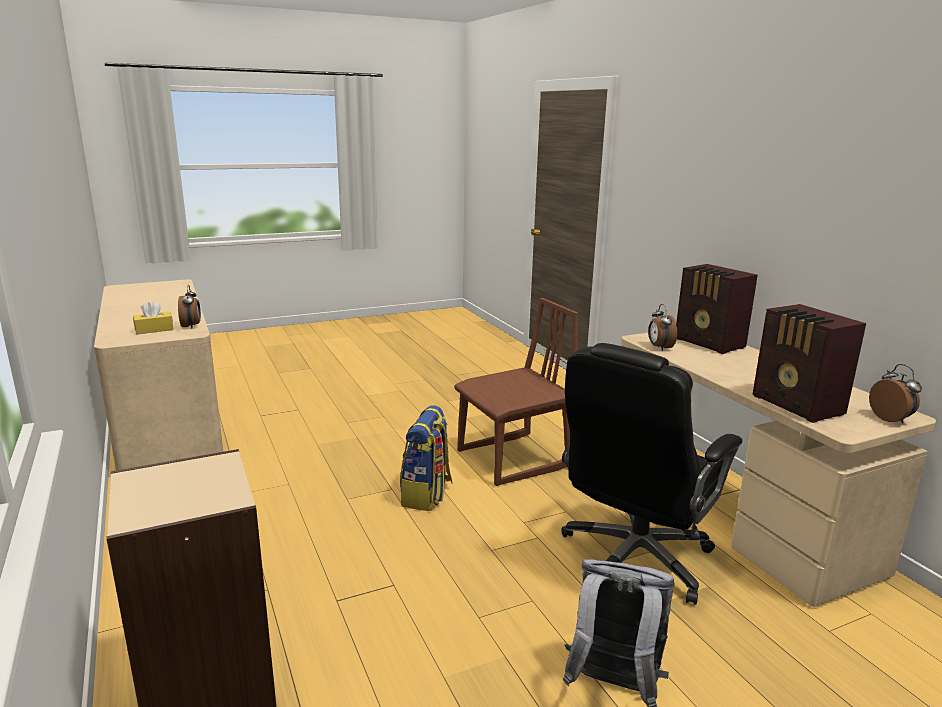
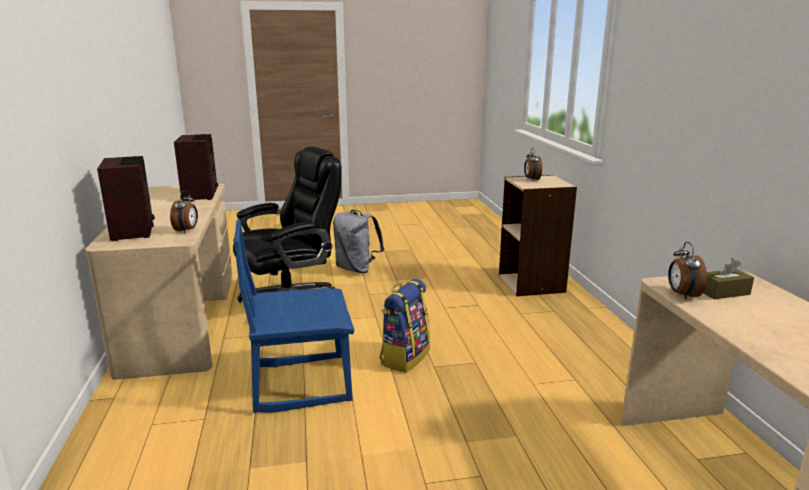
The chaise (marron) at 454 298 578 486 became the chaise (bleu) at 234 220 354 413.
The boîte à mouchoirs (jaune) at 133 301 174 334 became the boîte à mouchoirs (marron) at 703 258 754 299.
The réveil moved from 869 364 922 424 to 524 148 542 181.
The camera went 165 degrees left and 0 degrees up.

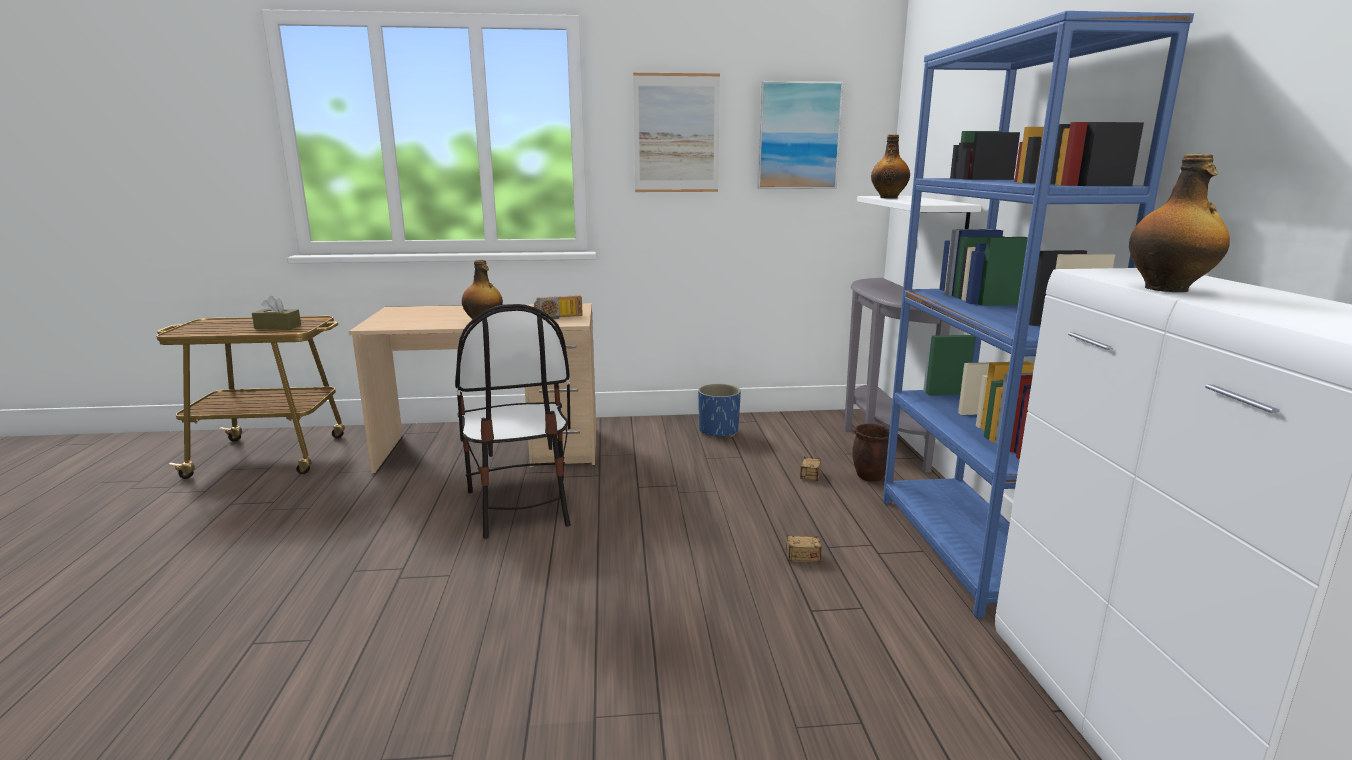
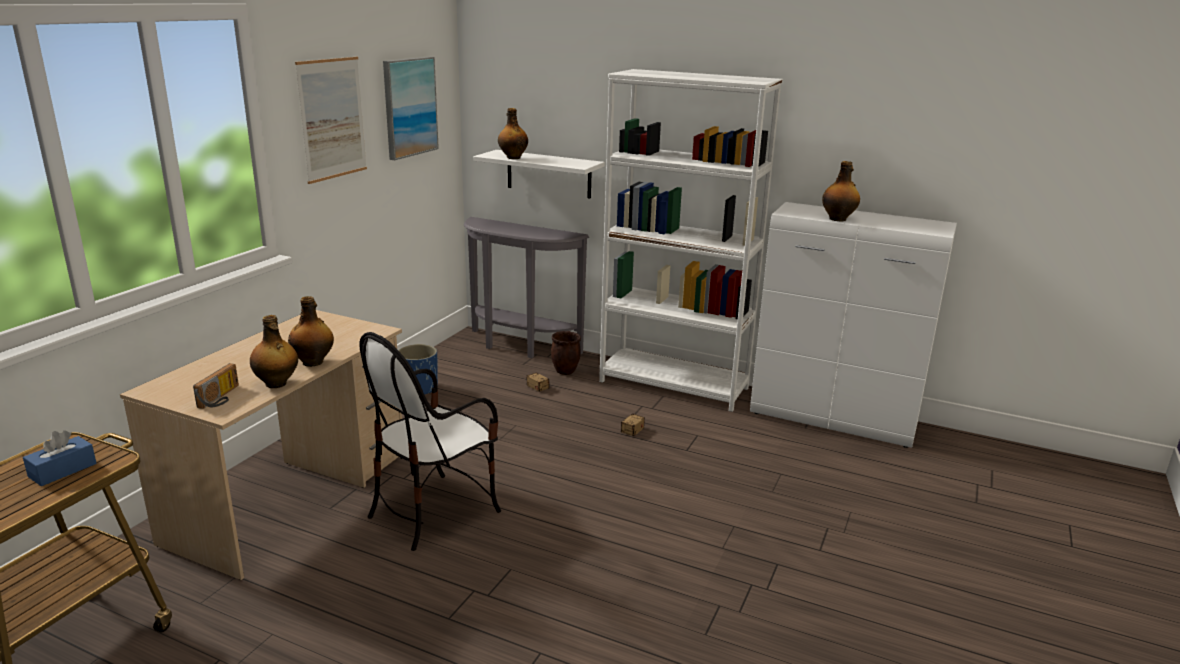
The bibliothèque (bleu) at 883 11 1194 618 became the bibliothèque (blanc) at 599 69 783 412.
The radio moved from 534 295 583 319 to 193 363 239 409.
The boîte à mouchoirs (marron) at 252 296 301 330 became the boîte à mouchoirs (bleu) at 23 430 97 486.
The chaise at 455 304 571 539 turned 120 degrees clockwise.
The bouteille at 250 315 298 388 appeared.
The camera went 60 degrees left and 5 degrees up.

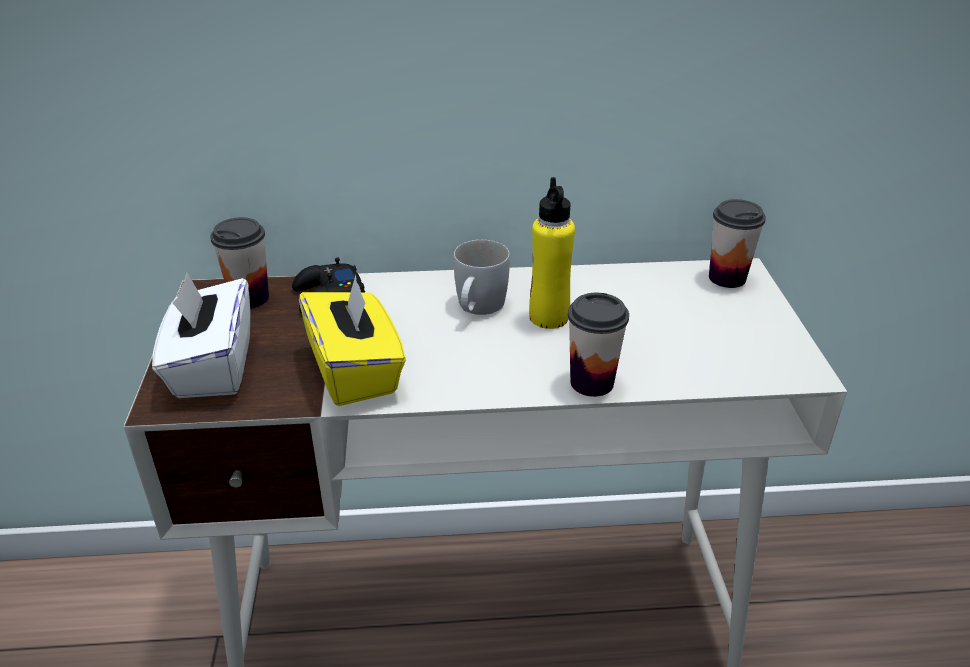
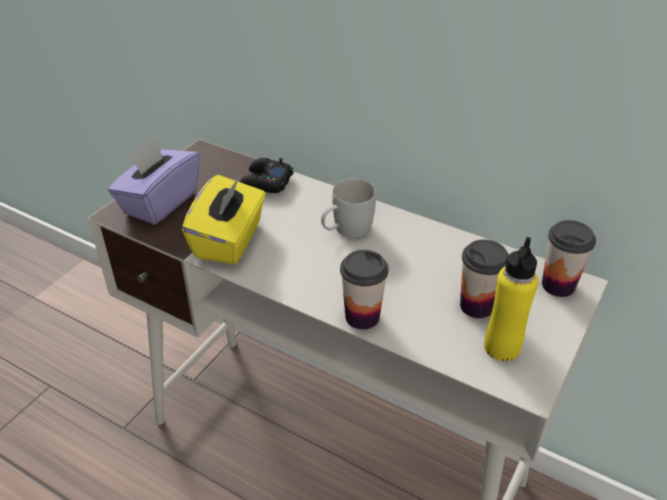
The bouteille (jaune) moved from 529 177 575 329 to 484 237 538 361.
The tasse moved from 210 217 269 309 to 460 239 509 318.
The boîte à mouchoirs (blanc) at 152 273 250 398 became the boîte à mouchoirs (violet) at 108 137 200 225.
The camera went 35 degrees right and 5 degrees up.

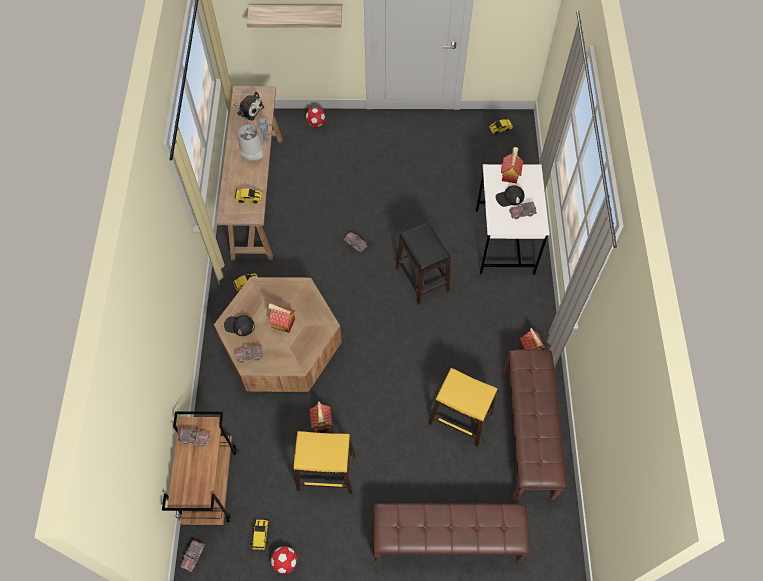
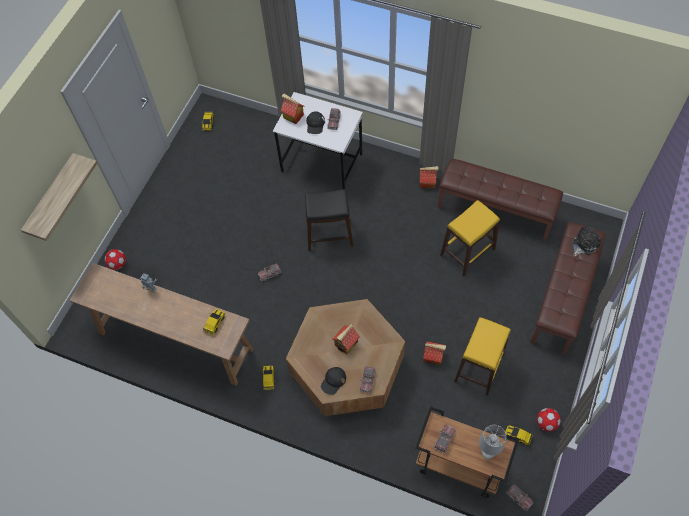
The peluche moved from 233 92 264 120 to 573 226 601 256.
The lampe de table (gris) moved from 238 125 264 161 to 479 425 506 459.
The camera went 65 degrees left and 0 degrees up.

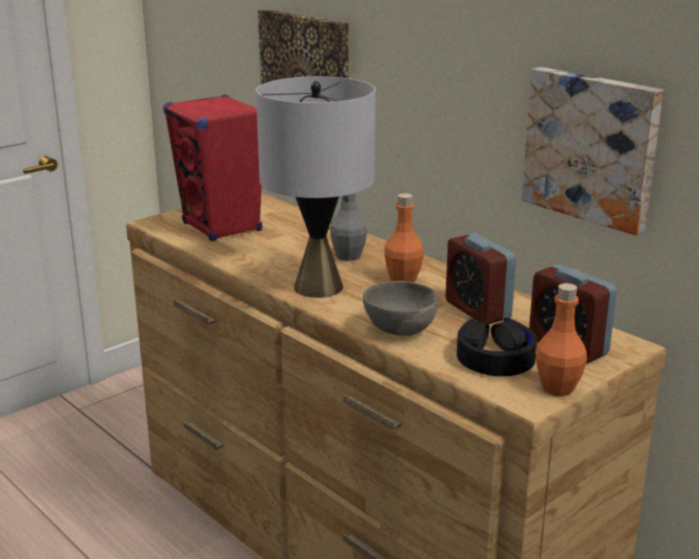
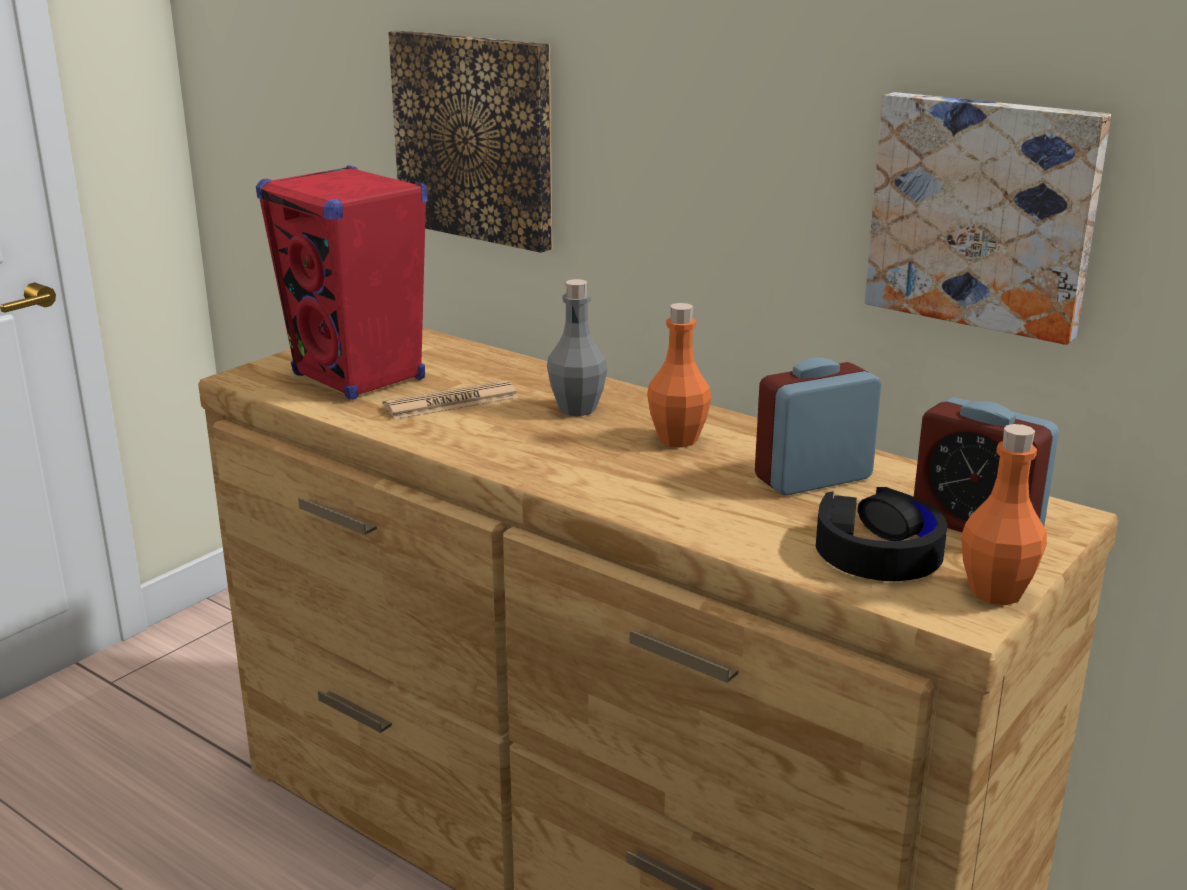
The lampe de table (gris) at 256 76 376 298 disappeared.
The réveil at 446 233 516 324 turned 105 degrees clockwise.
The bol (gris) at 363 281 439 336 disappeared.
The journal at 383 380 519 420 appeared.
The camera went 10 degrees left and 0 degrees up.

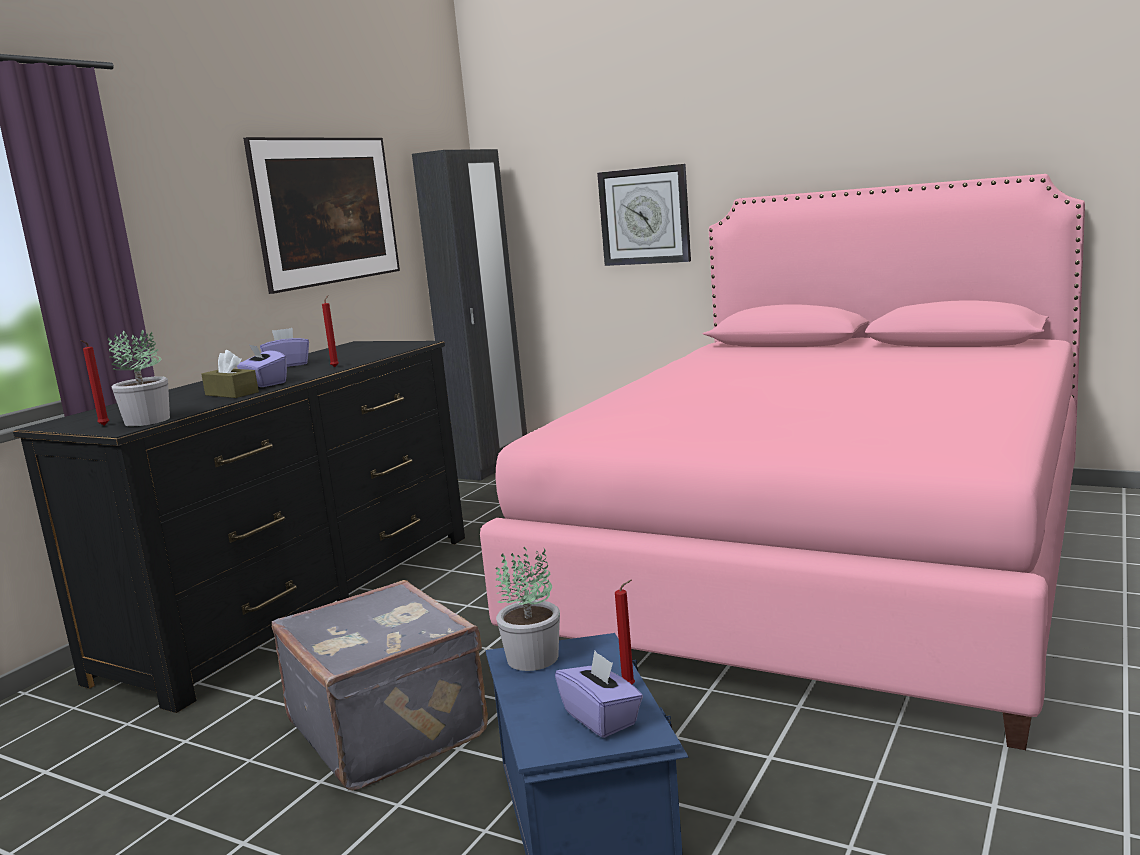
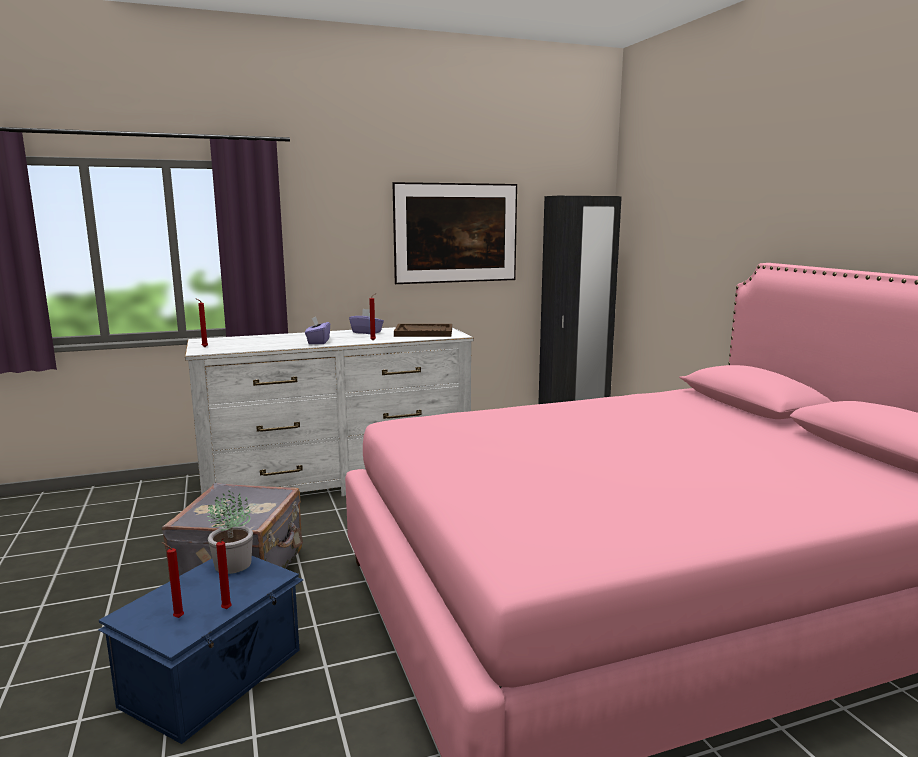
The horloge murale at 597 164 691 266 disappeared.
The plante en pot at 108 330 170 426 disappeared.
The commode (noir) at 13 341 465 713 became the commode (blanc) at 185 327 474 496.
The boîte à mouchoirs (marron) at 201 350 259 398 disappeared.
The boîte à mouchoirs (violet) at 555 651 643 738 was replaced by the bougie (rouge) at 162 542 184 618.
The plateau (marron) at 394 324 452 337 appeared.
The camera went 40 degrees right and 0 degrees up.

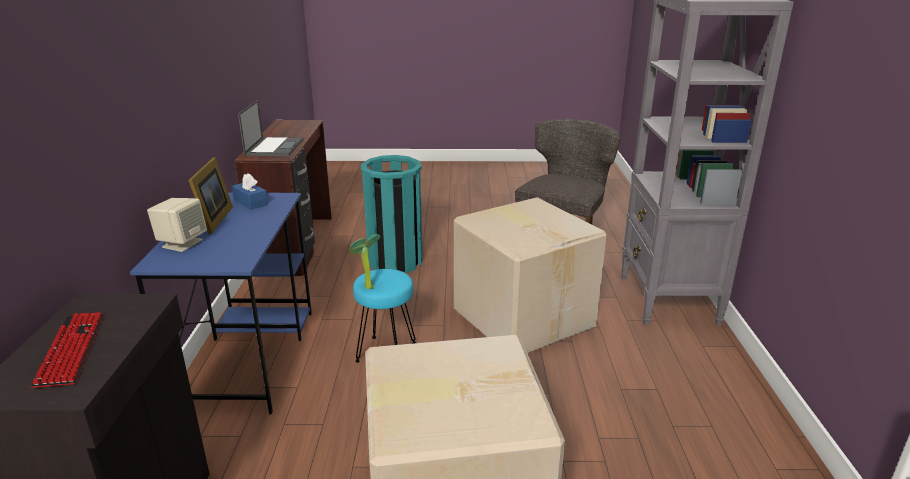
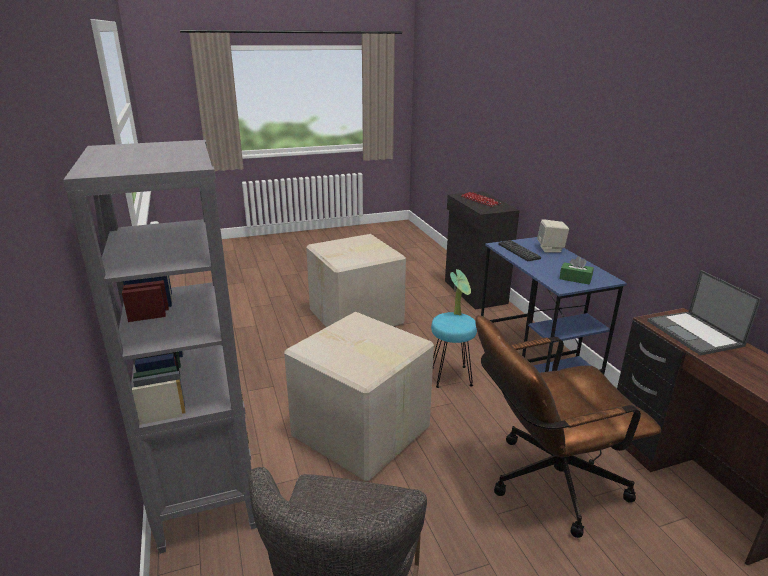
The poubelle (turquoise) at 361 155 423 273 was replaced by the chaise de bureau (marron) at 475 315 661 538.
The cadre photo at 188 157 233 234 disappeared.
The boîte à mouchoirs (bleu) at 232 173 268 210 became the boîte à mouchoirs (vert) at 559 256 594 285.
The clavier at 498 240 541 261 appeared.
The camera went 160 degrees right and 0 degrees up.

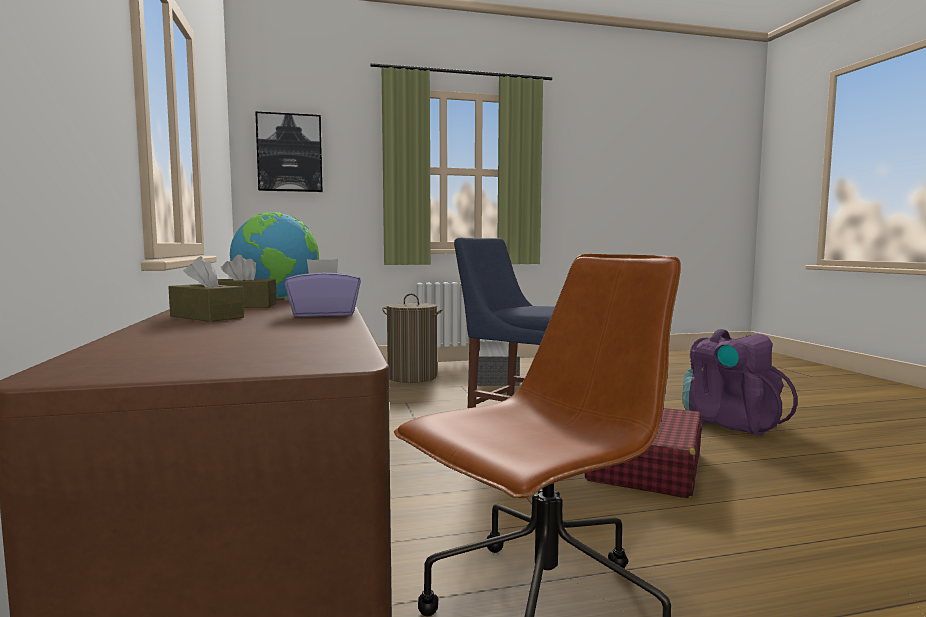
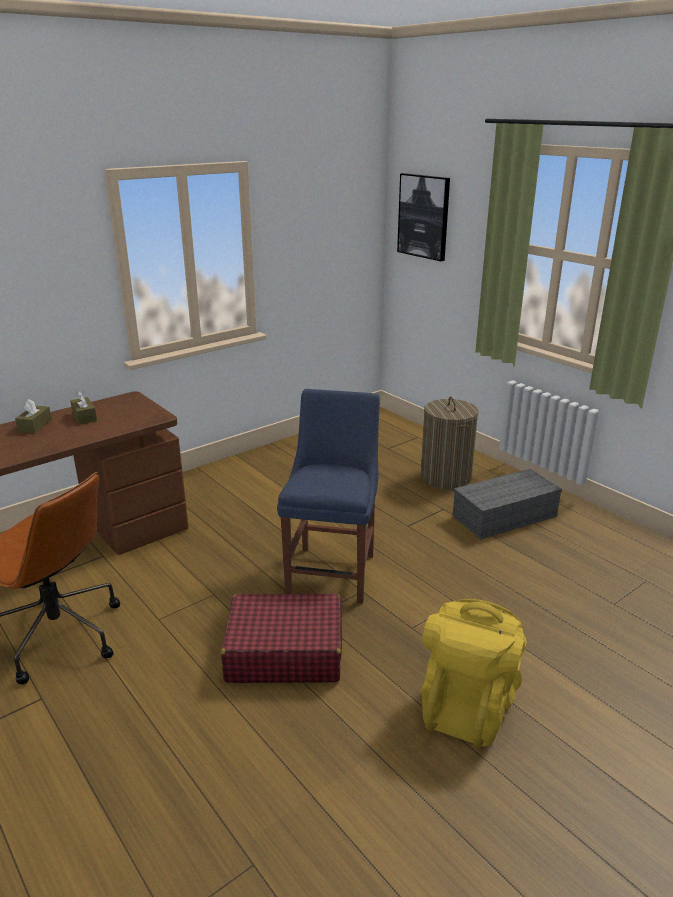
The globe at 230 212 319 299 disappeared.
The boîte à mouchoirs (violet) at 285 259 361 317 disappeared.
The sac à dos (violet) at 682 329 798 435 became the sac à dos (jaune) at 422 599 527 748.
The camera went 65 degrees right and 20 degrees up.

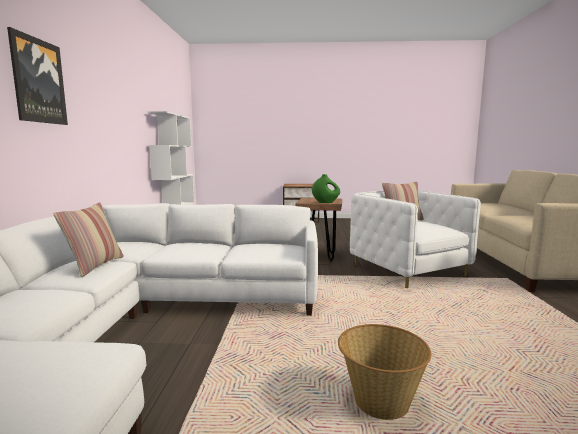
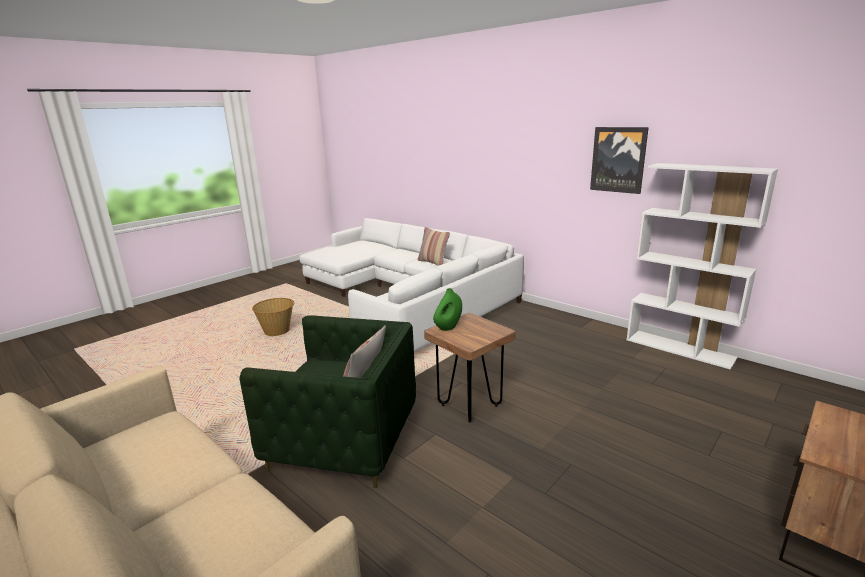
The tableau moved from 7 27 68 125 to 590 127 649 194.
The fauteuil (blanc) at 350 190 481 288 became the fauteuil (vert) at 240 315 416 488.
The camera went 130 degrees right and 10 degrees up.

